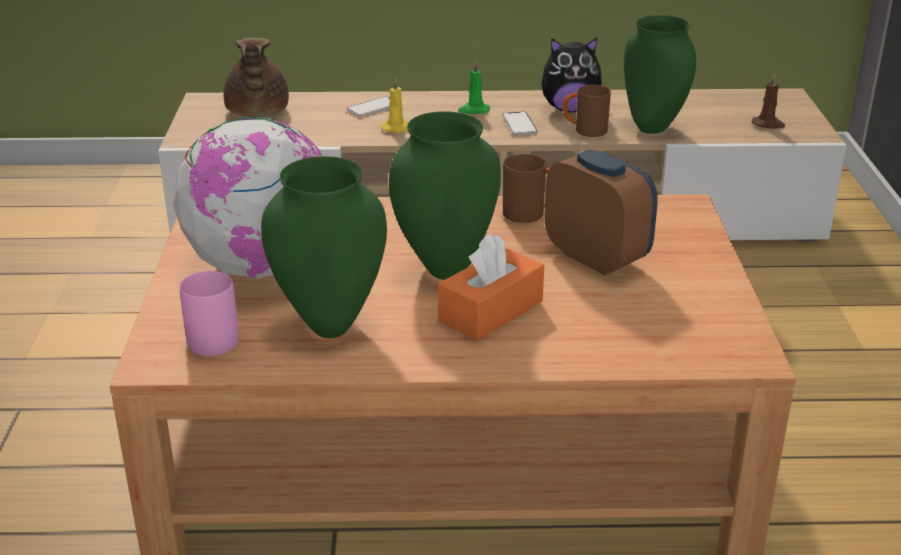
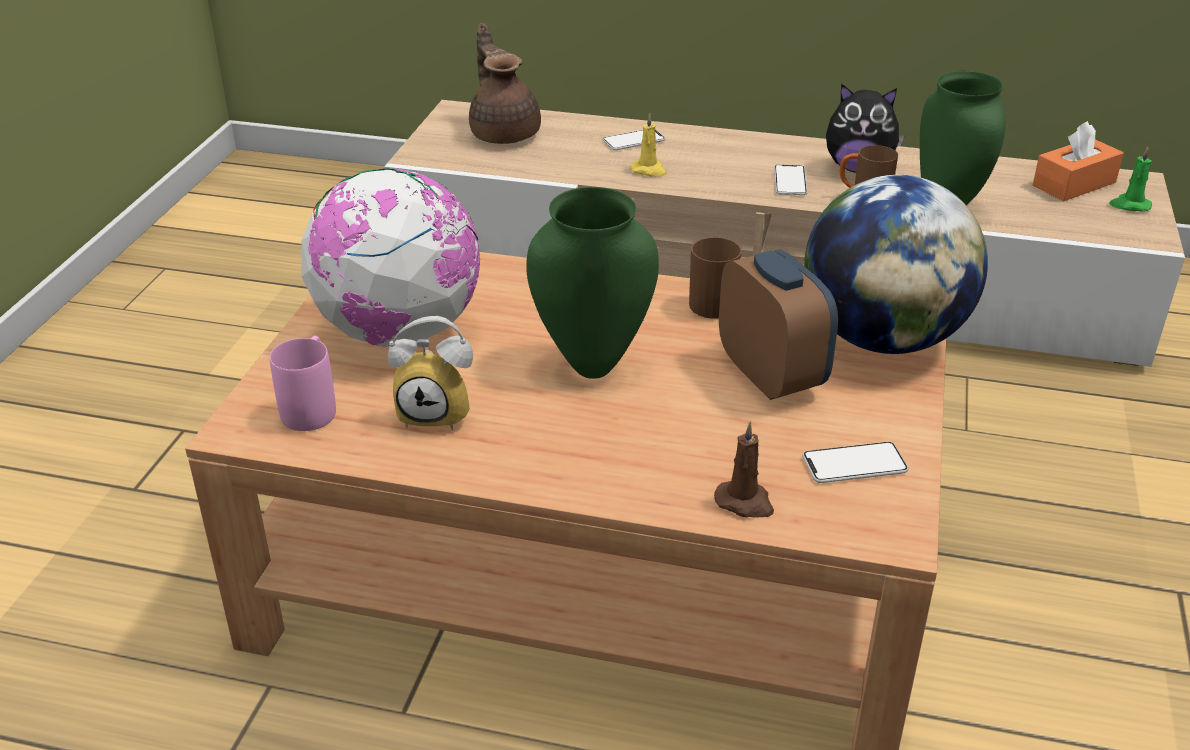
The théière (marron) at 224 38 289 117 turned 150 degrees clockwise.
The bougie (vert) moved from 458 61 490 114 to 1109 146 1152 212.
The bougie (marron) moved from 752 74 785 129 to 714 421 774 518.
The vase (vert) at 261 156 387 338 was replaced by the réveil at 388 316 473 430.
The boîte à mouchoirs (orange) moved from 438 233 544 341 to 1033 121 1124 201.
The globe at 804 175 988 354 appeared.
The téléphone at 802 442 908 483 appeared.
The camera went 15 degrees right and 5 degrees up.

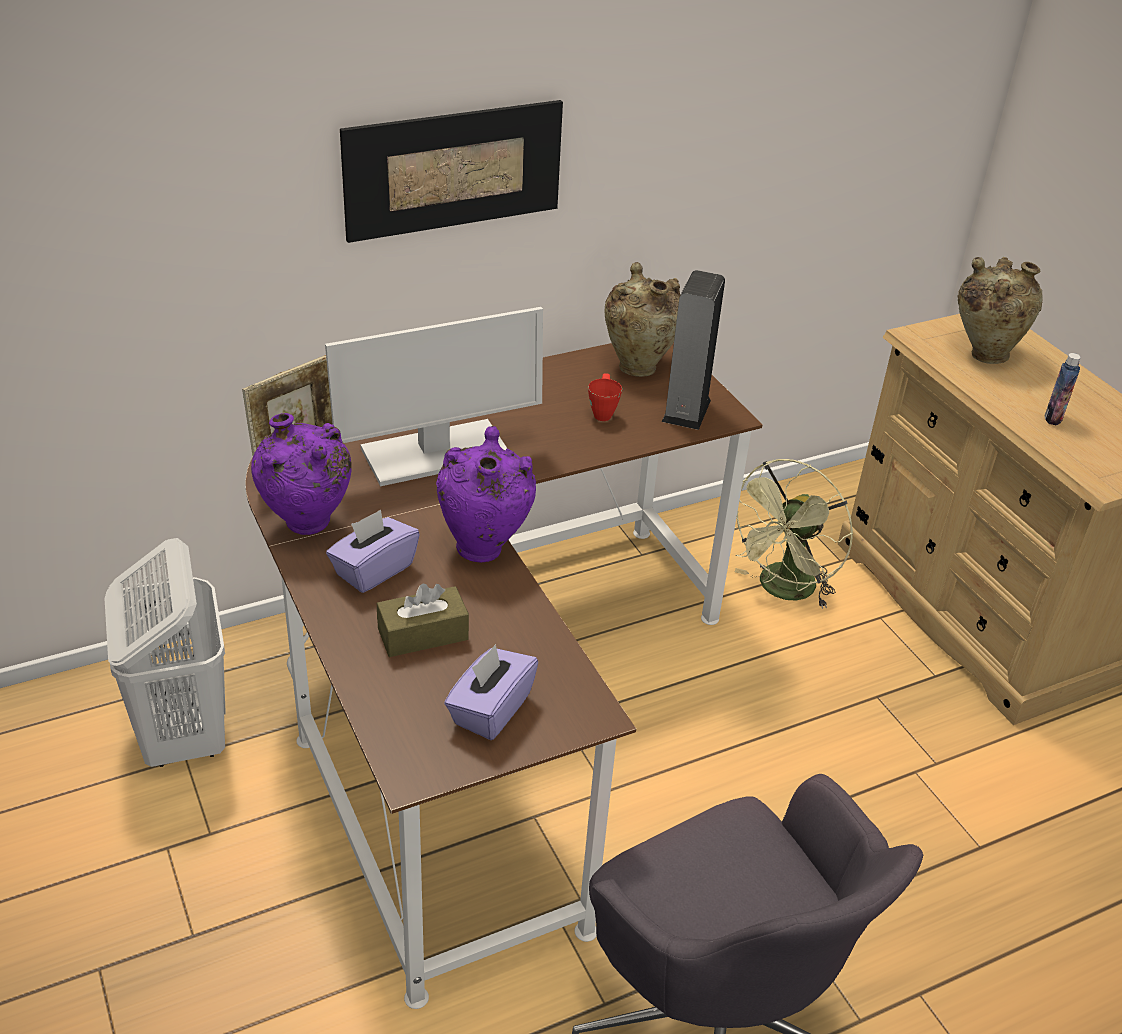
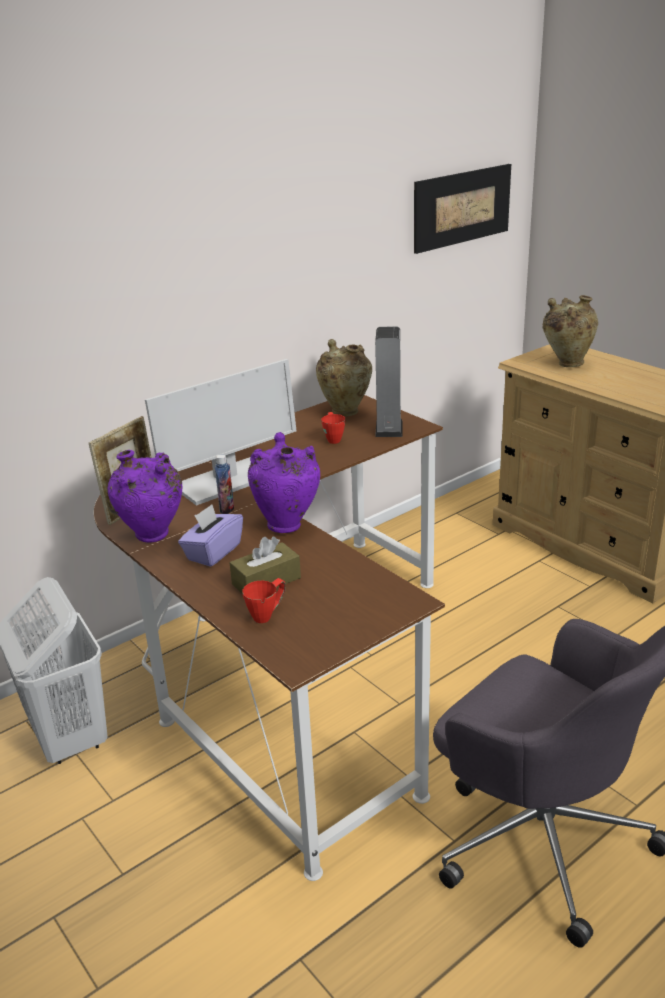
The tableau moved from 340 100 563 243 to 414 164 511 254.
The bouteille moved from 1045 353 1081 425 to 215 454 234 514.
The ventilateur (vert) at 735 459 853 609 disappeared.
The boîte à mouchoirs (violet) at 444 644 538 740 disappeared.
The mug (rouge) at 242 578 285 623 appeared.
The camera went 10 degrees left and 10 degrees down.

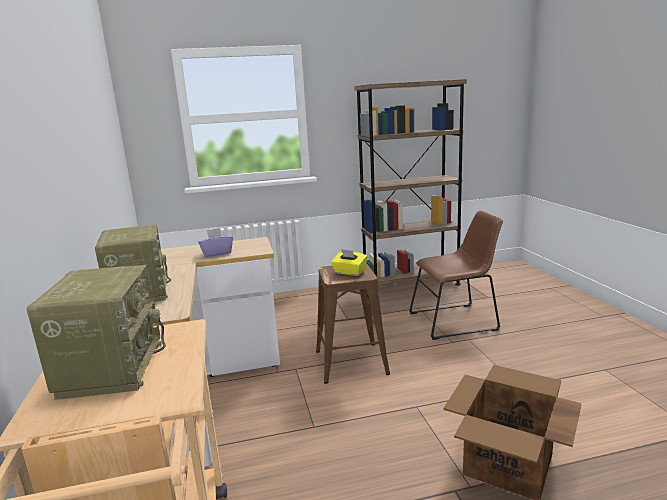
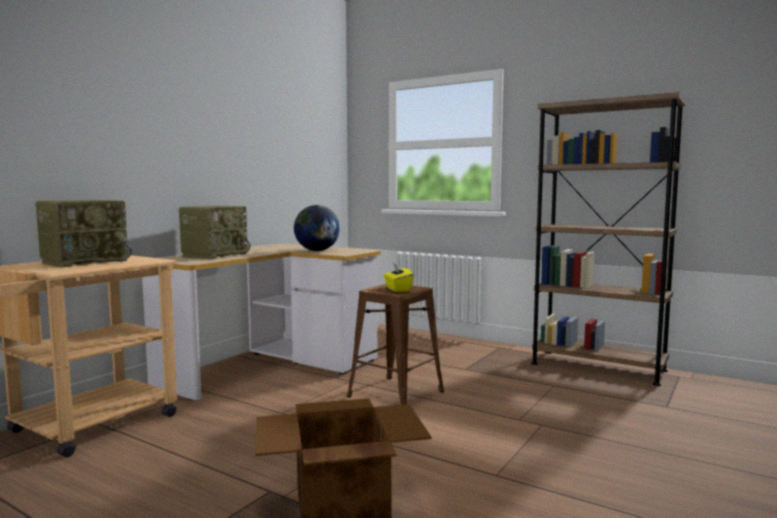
The chaise (marron) at 409 210 503 340 disappeared.
The boîte à mouchoirs (violet) at 198 228 233 257 was replaced by the globe at 294 205 340 251.
The camera went 45 degrees right and 10 degrees down.

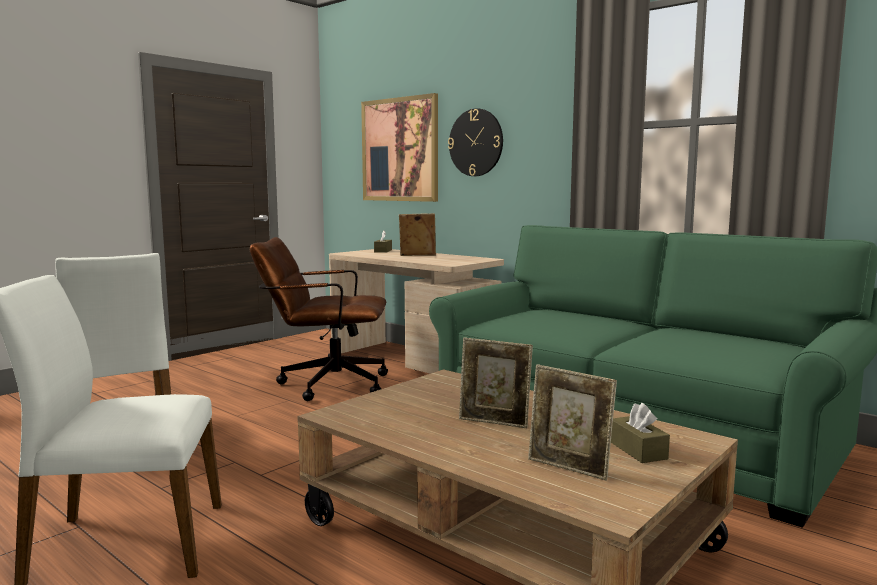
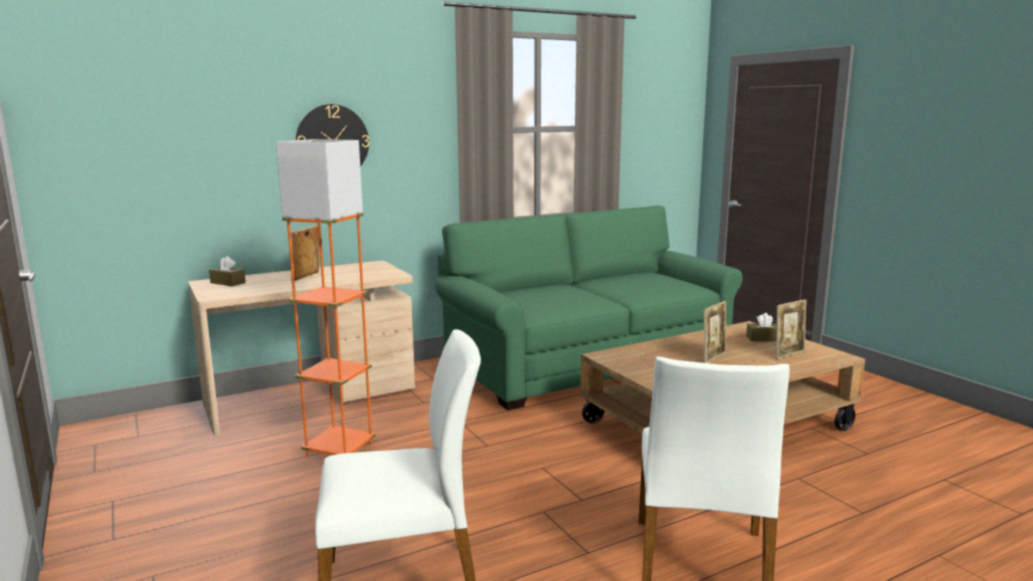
The tableau at 361 93 438 202 disappeared.
The chaise de bureau (marron) at 250 237 388 401 was replaced by the lampadaire (orange) at 276 139 376 457.
The camera went 70 degrees left and 5 degrees up.

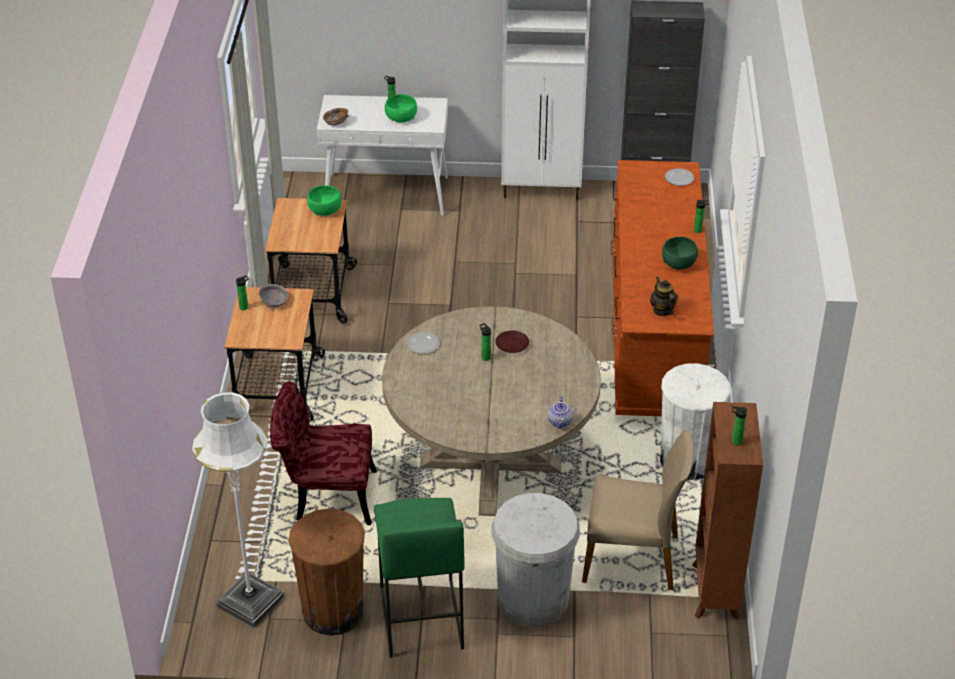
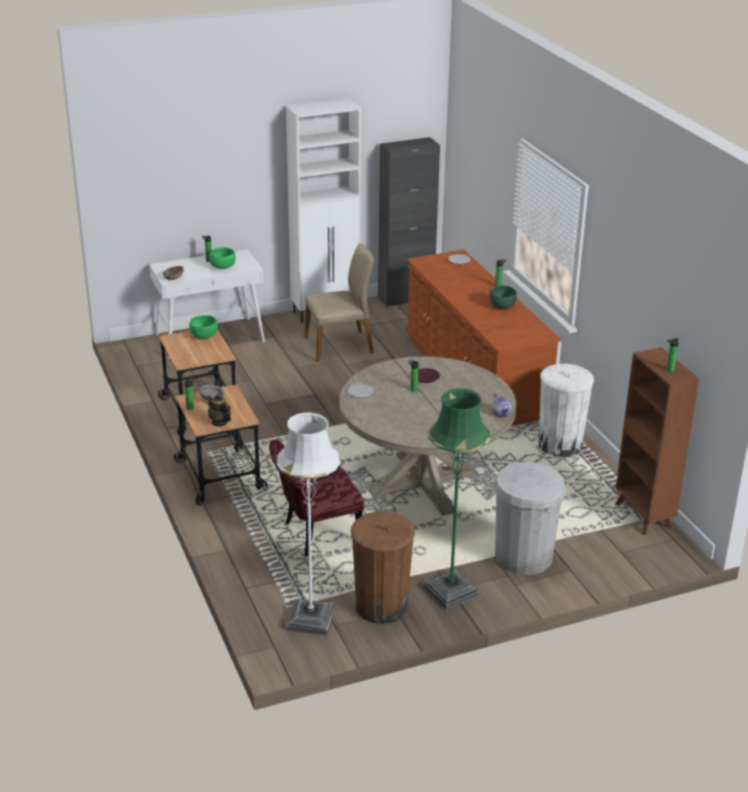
The théière moved from 650 277 678 316 to 207 394 231 427.
The chaise (beige) moved from 582 430 693 590 to 305 243 374 362.
The tabouret (vert) at 374 498 465 658 was replaced by the lampadaire (vert) at 423 389 490 610.
The camera went 25 degrees left and 10 degrees down.

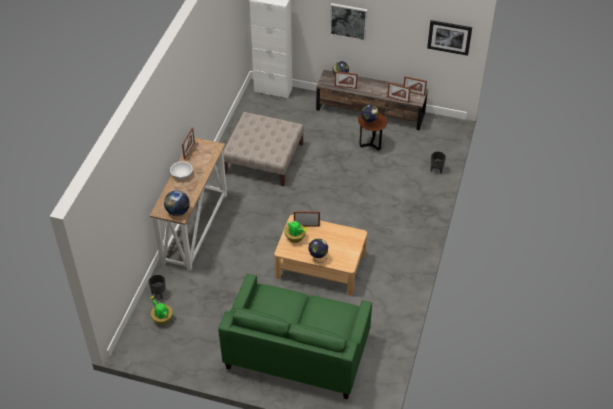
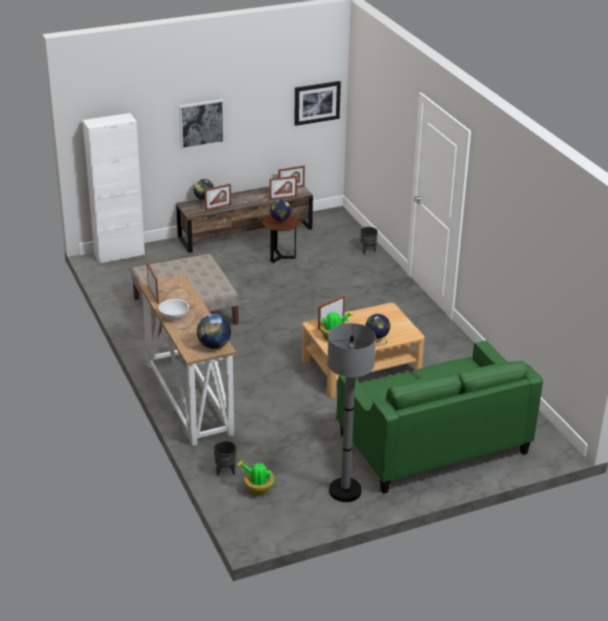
The lampadaire (gris) at 327 323 376 502 appeared.
The camera went 40 degrees left and 15 degrees down.

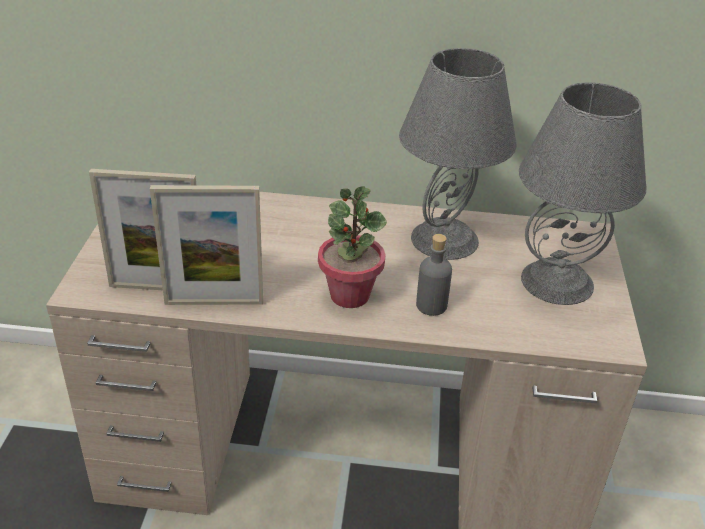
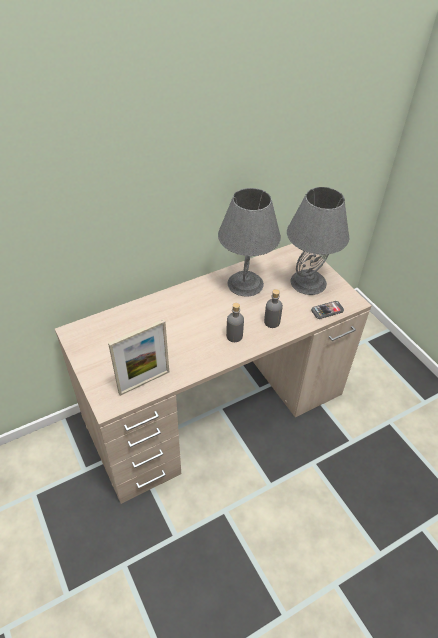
The cadre photo at 150 185 263 305 disappeared.
The plante en pot at 318 186 387 308 was replaced by the bouteille (gris) at 226 303 244 342.
The téléphone at 311 301 344 319 appeared.
The camera went 35 degrees left and 10 degrees up.

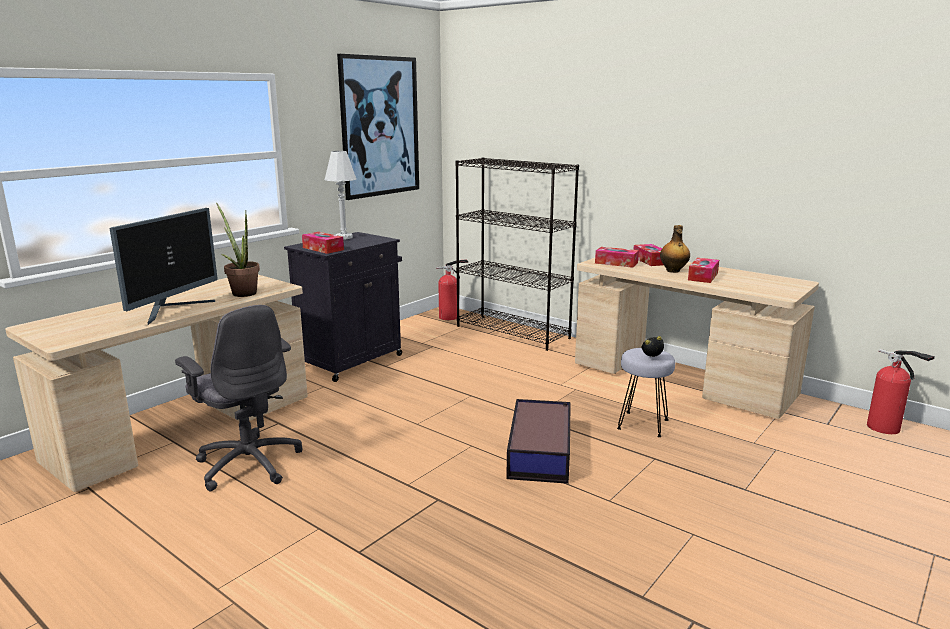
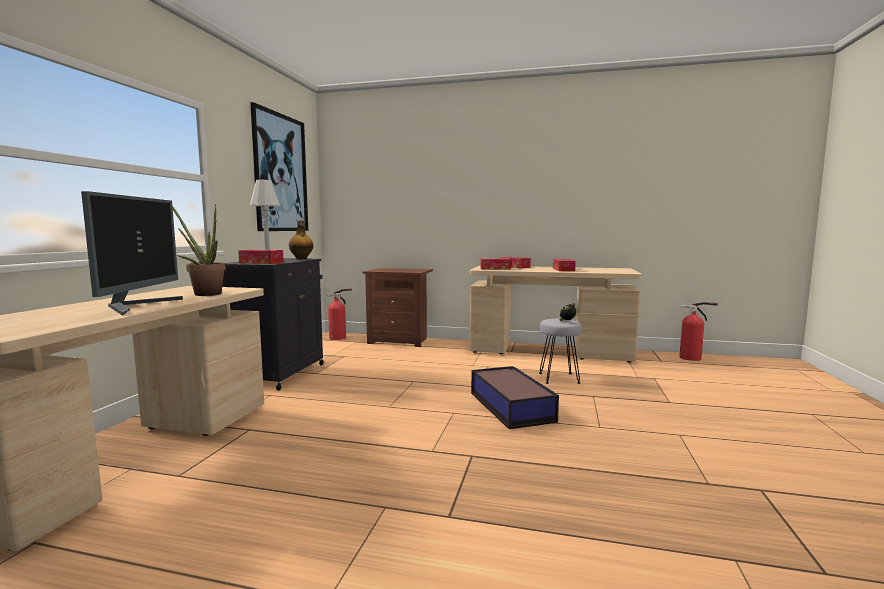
The bibliothèque (noir) at 455 158 579 351 was replaced by the table de chevet (marron) at 363 268 433 347.
The bouteille moved from 660 225 690 273 to 289 221 313 259.
The chaise de bureau (gris) at 175 305 303 491 disappeared.
The camera went 25 degrees left and 10 degrees down.

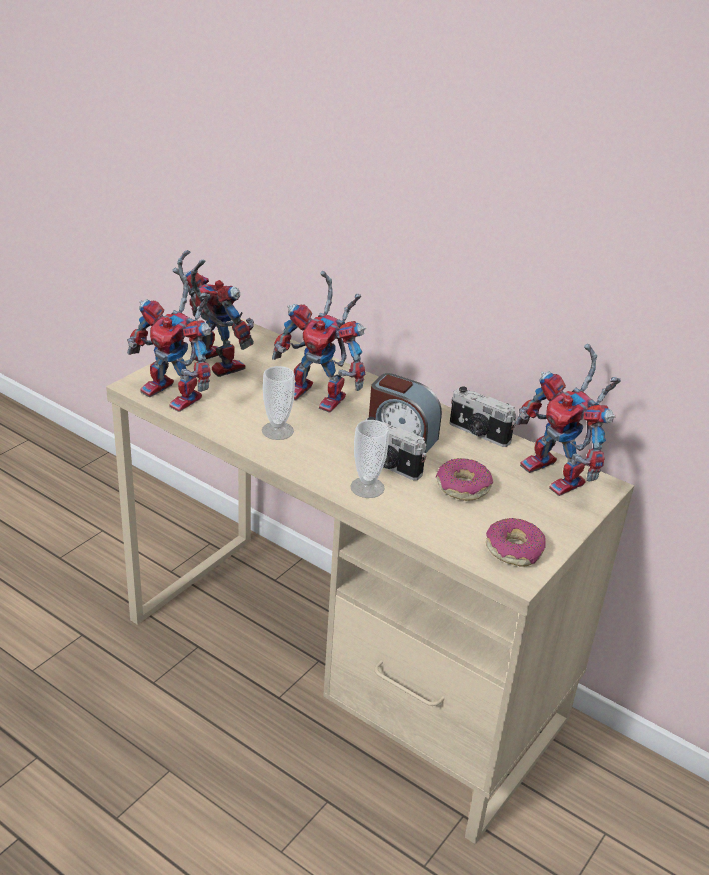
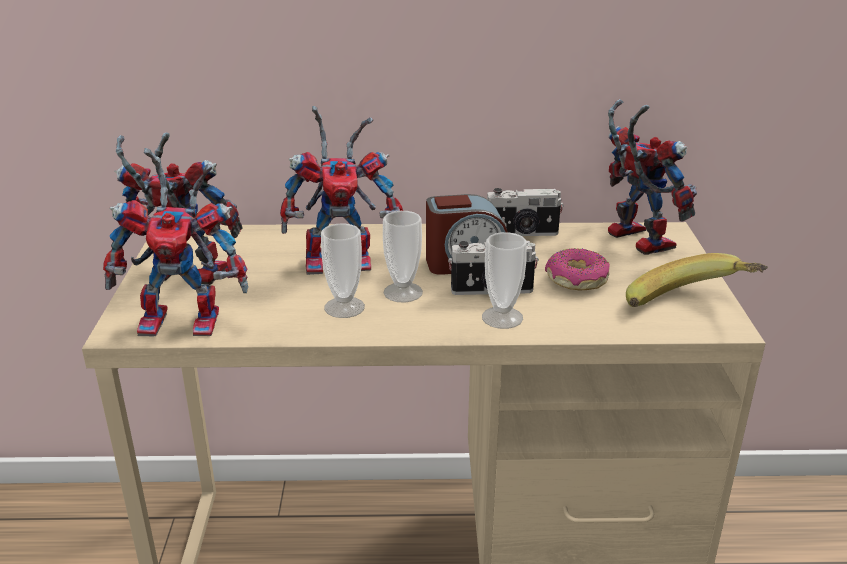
The robot jouet at 516 343 621 496 turned 135 degrees counterclockwise.
The beignet at 486 518 546 567 was replaced by the banane at 626 253 768 307.
The tasse at 383 211 423 303 appeared.
The camera went 35 degrees left and 5 degrees down.

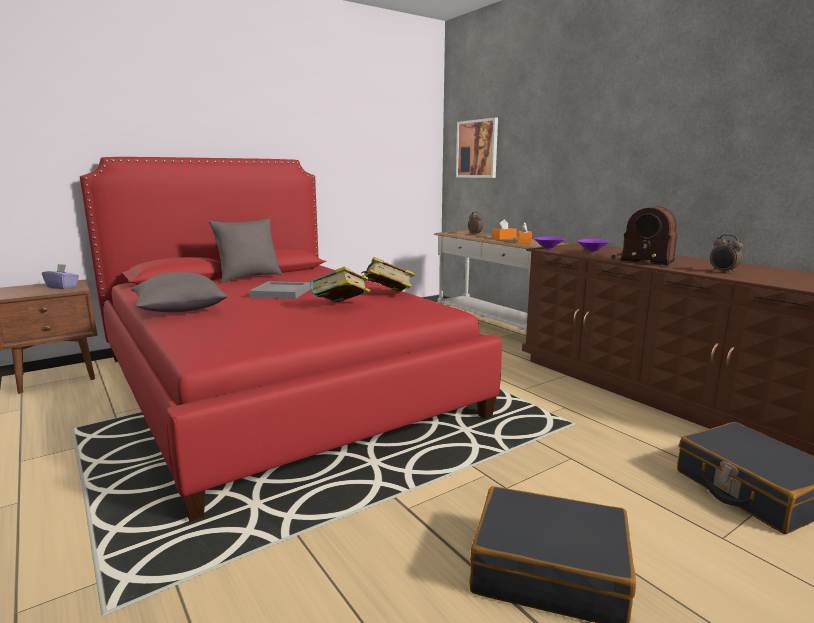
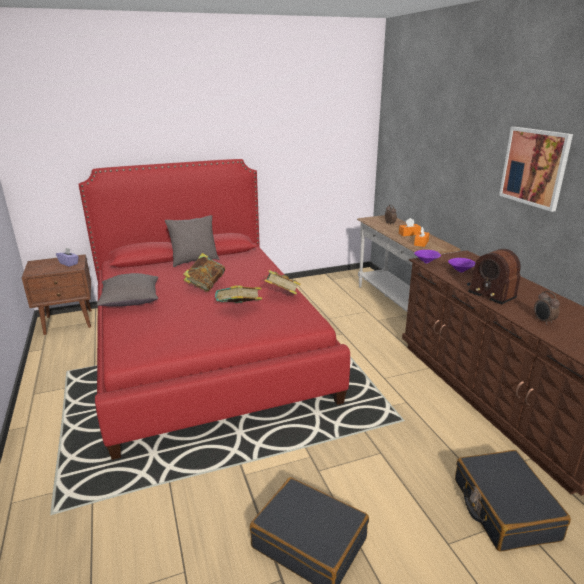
The tableau moved from 456 117 498 178 to 499 127 573 212.
The plateau (gris) at 249 281 311 299 was replaced by the livre at 183 253 225 292.
The camera went 15 degrees right and 10 degrees up.

